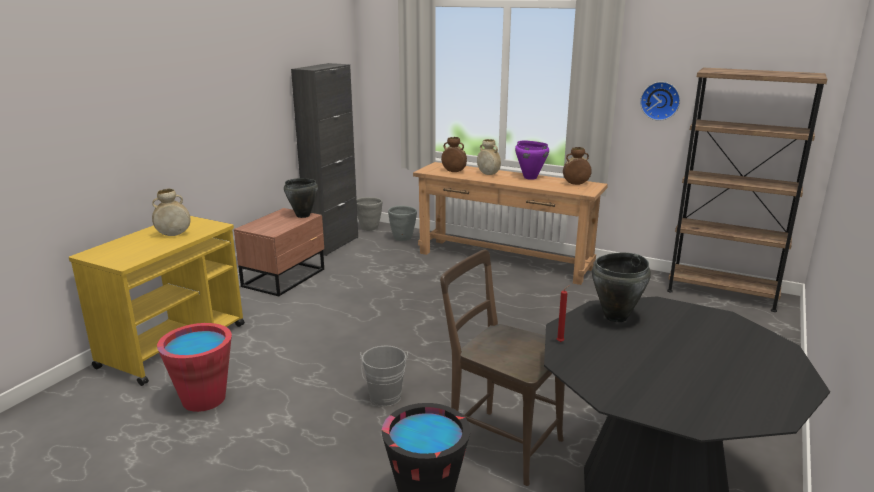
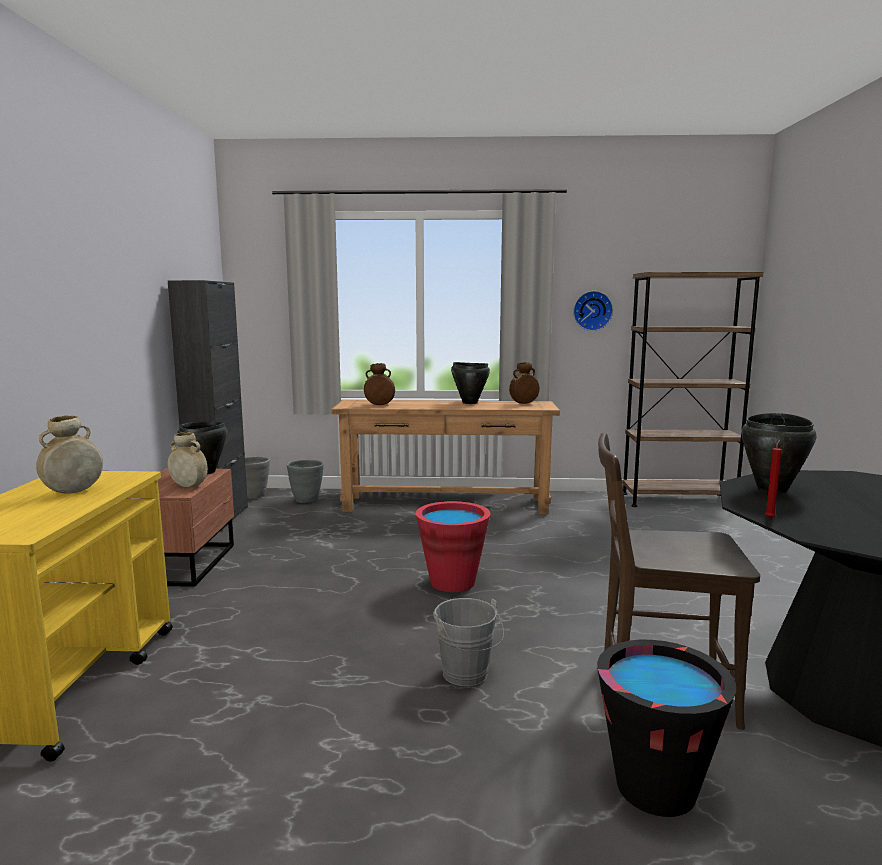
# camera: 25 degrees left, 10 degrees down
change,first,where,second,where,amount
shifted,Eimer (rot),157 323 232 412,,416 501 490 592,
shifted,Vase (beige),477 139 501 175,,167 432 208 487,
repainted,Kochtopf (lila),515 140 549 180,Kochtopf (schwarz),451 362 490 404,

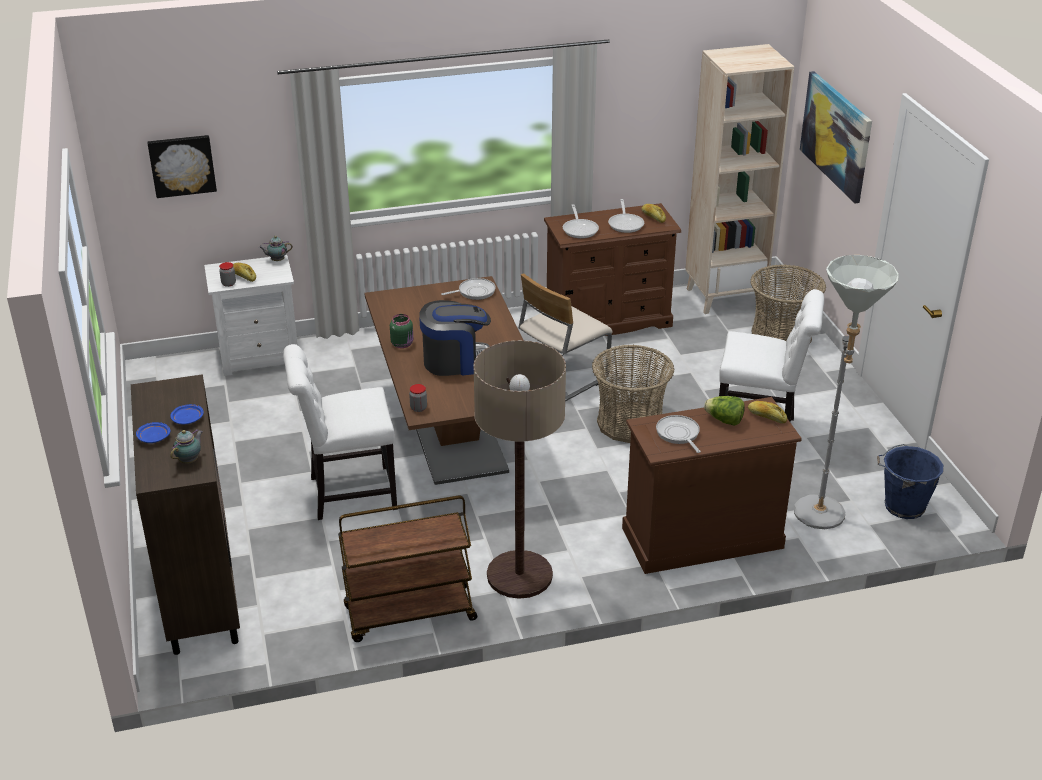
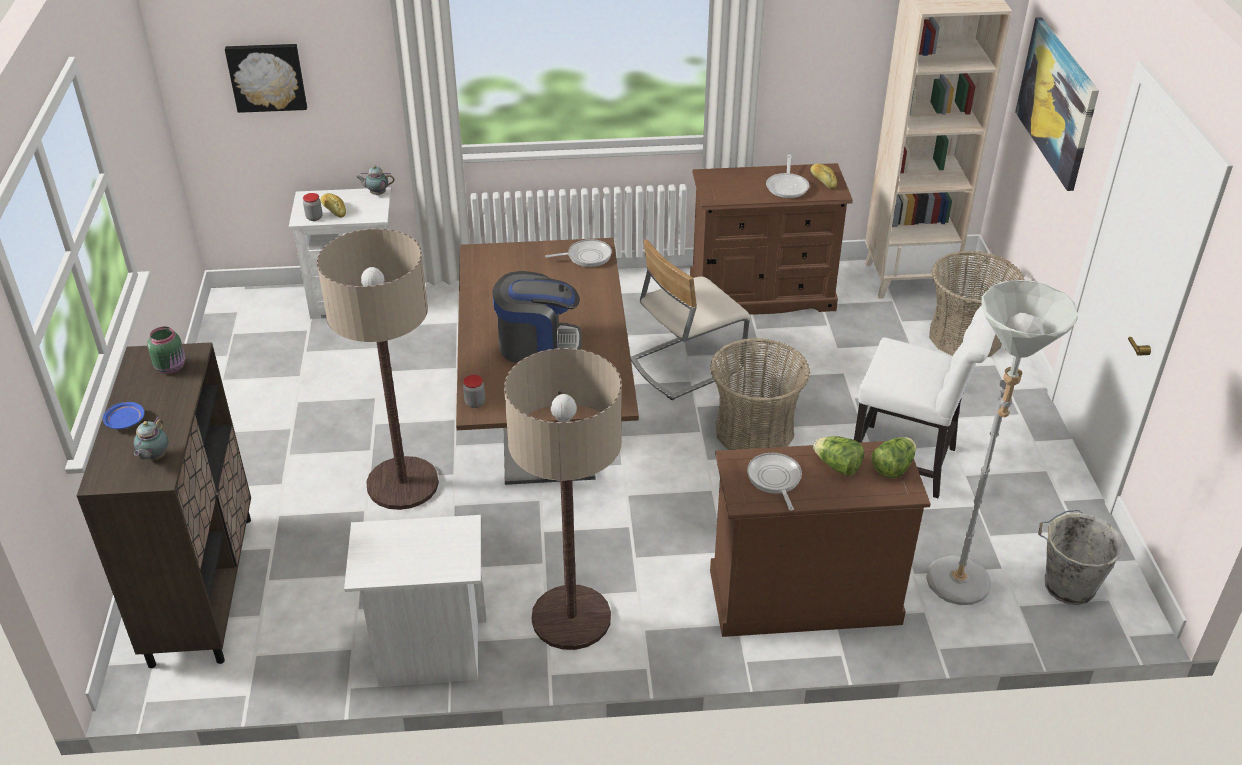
# camera: 10 degrees right, 5 degrees up
change,first,where,second,where,amount
gone,Teller (blau),170 404 204 424,,,
rotated,Teekanne,170 429 203 464,,134 417 169 461,150 degrees clockwise
swapped,Stuhl (weiß),283 344 397 520,Stehlampe,317 229 439 510,
swapped,Rollwagen (braun),338 496 477 642,Nachttisch (weiß),344 515 486 687,
shifted,Vorratsglas (grün),390 314 413 348,,147 326 185 374,
gone,Pfanne,563 204 599 238,,,
swapped,Brot,748 401 787 423,Salatkopf,871 437 916 478,
repainted,Eimer (blau),877 444 943 519,Eimer (grau),1038 510 1124 605,

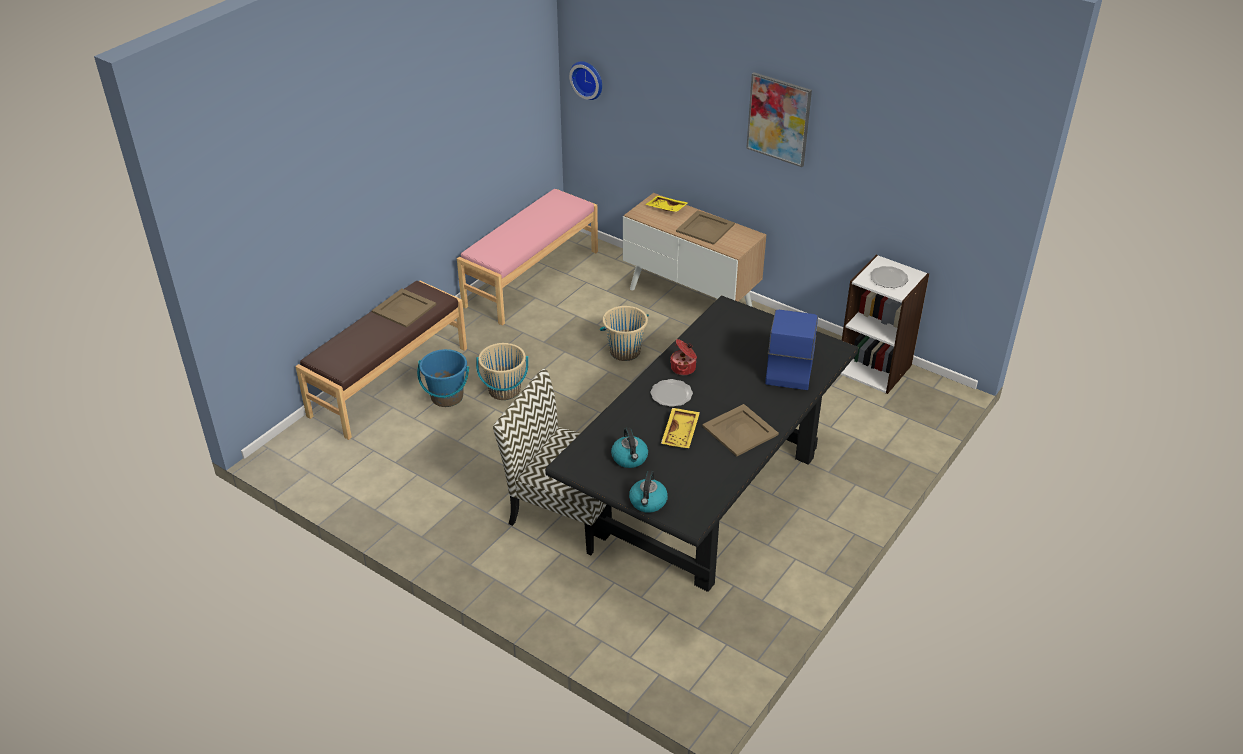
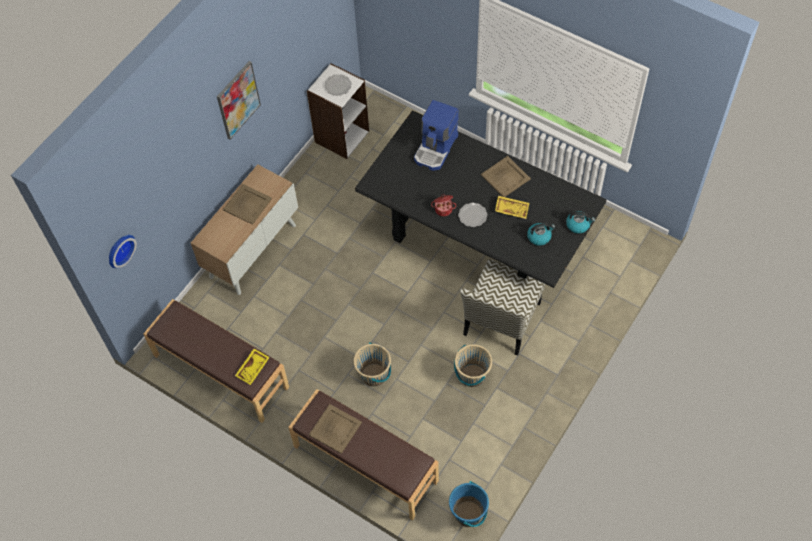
# camera: 90 degrees left, 20 degrees up
change,first,where,second,where,amount
shifted,Eimer (blau),417 349 469 407,,449 481 489 527,
repainted,Bank (rosa),457 189 598 326,Bank (braun),143 299 289 423,
shifted,Eimer (beige),600 306 649 361,,454 344 492 387,
shifted,Tablett (gelb),645 196 688 212,,235 348 270 385,
rotated,Kaffeemaschine,765 310 818 390,,414 100 459 171,75 degrees counterclockwise

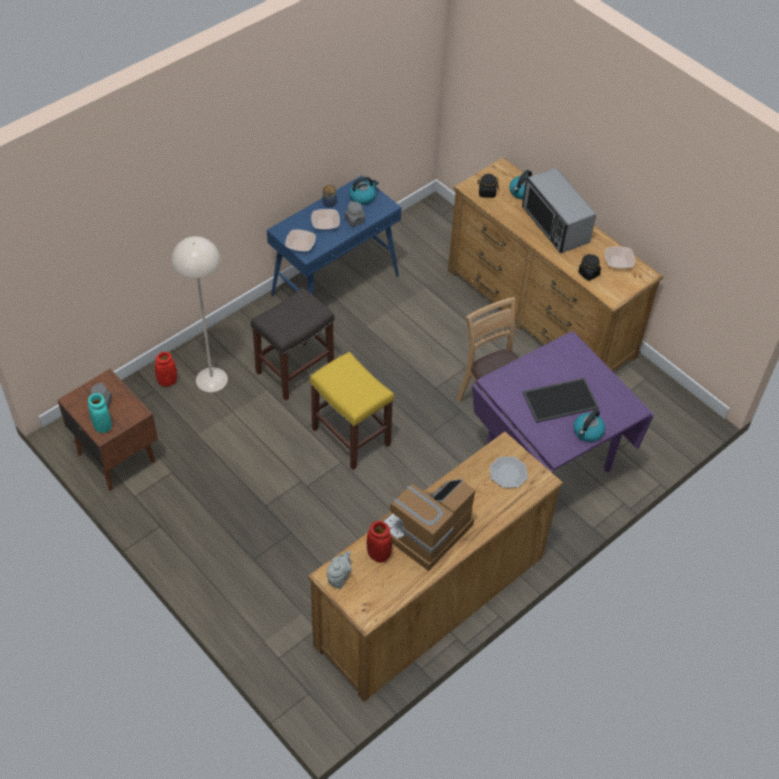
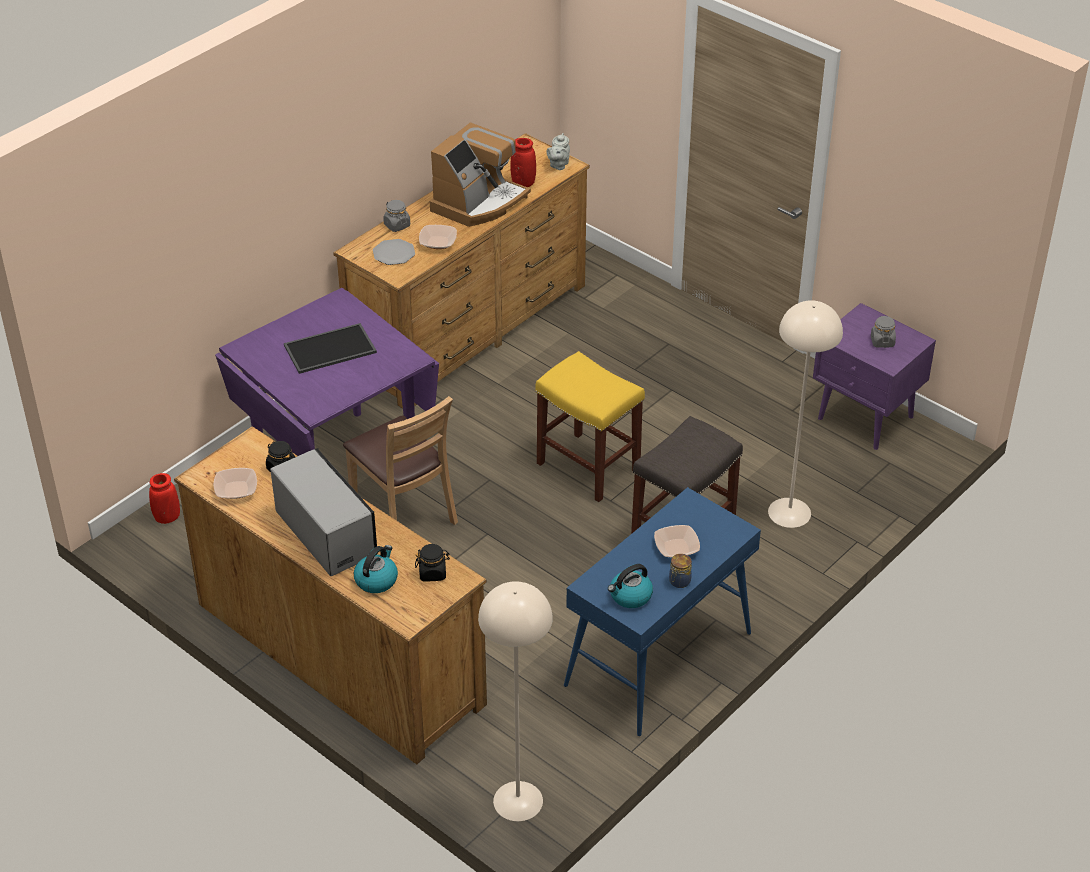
# camera: 175 degrees right, 10 degrees down
change,first,where,second,where,amount
repainted,Nachttisch (braun),57 369 158 491,Nachttisch (lila),813 303 936 450,
gone,Vase (türkis),88 393 112 433,,,
shifted,Vase (rot),155 352 177 386,,149 473 180 524,
shifted,Schüssel,285 229 316 251,,419 225 457 249,
shifted,Vorratsglas (grau),345 201 365 227,,383 200 410 232,
gone,Wasserkessel,574 409 605 442,,,
new,,,Stehlampe (beige),478 581 553 821,

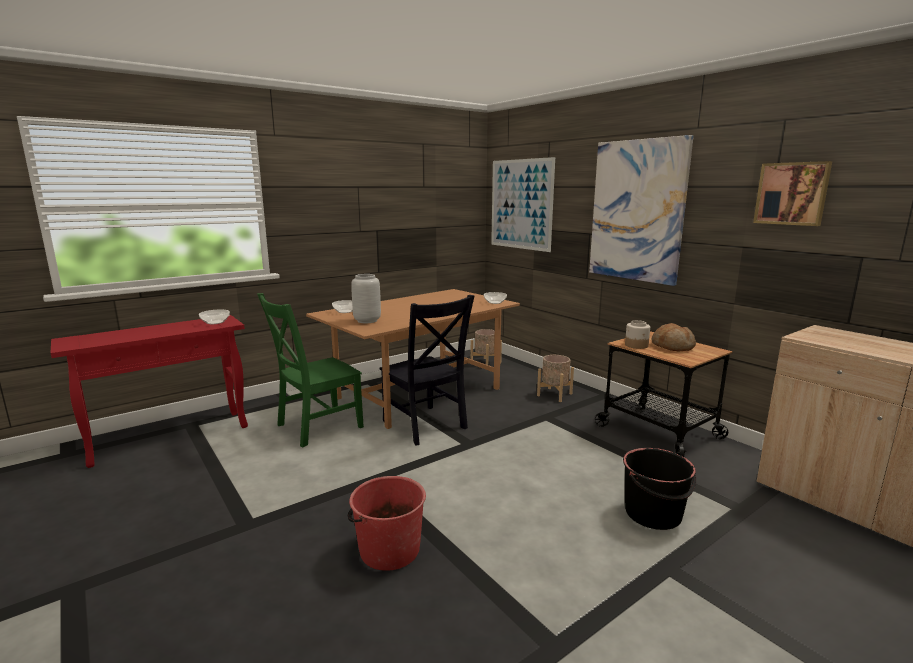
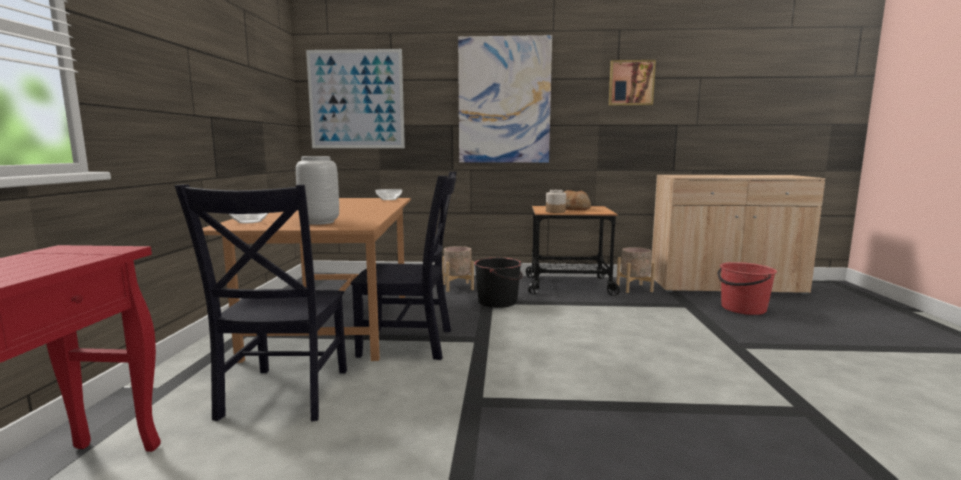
# camera: 50 degrees left, 5 degrees down
change,first,where,second,where,amount
gone,Schüssel,199 310 230 324,,,
repainted,Stuhl (grün),257 293 364 447,Stuhl (schwarz),174 184 347 422,
shifted,Eimer (rot),348 476 426 571,,718 262 777 315,
shifted,Pflanzkübel (beige),471 329 502 365,,616 247 655 293,
shifted,Eimer (schwarz),623 448 696 530,,474 258 523 308,

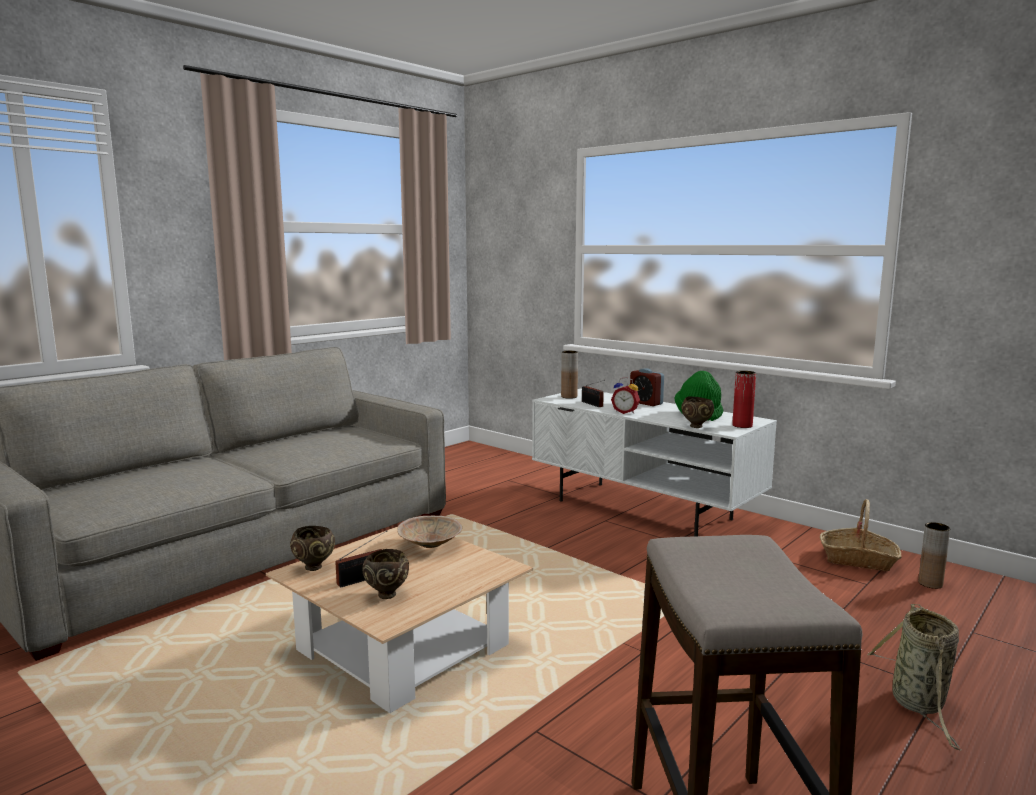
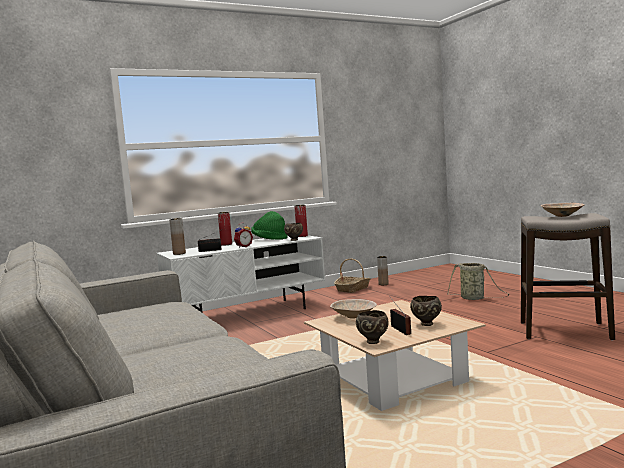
# camera: 70 degrees left, 5 degrees down
change,first,where,second,where,amount
swapped,Wecker,630 368 664 406,Vase (rot),218 212 232 246,
new,,,Schüssel (beige),541 203 585 217,

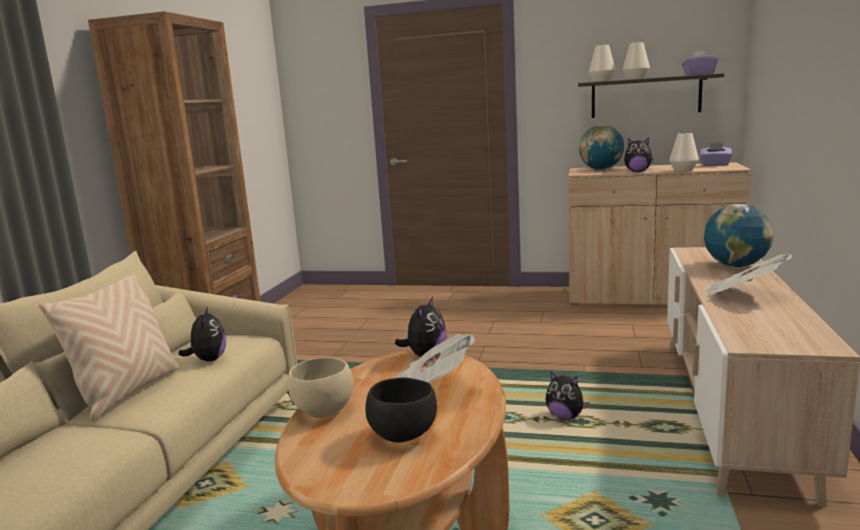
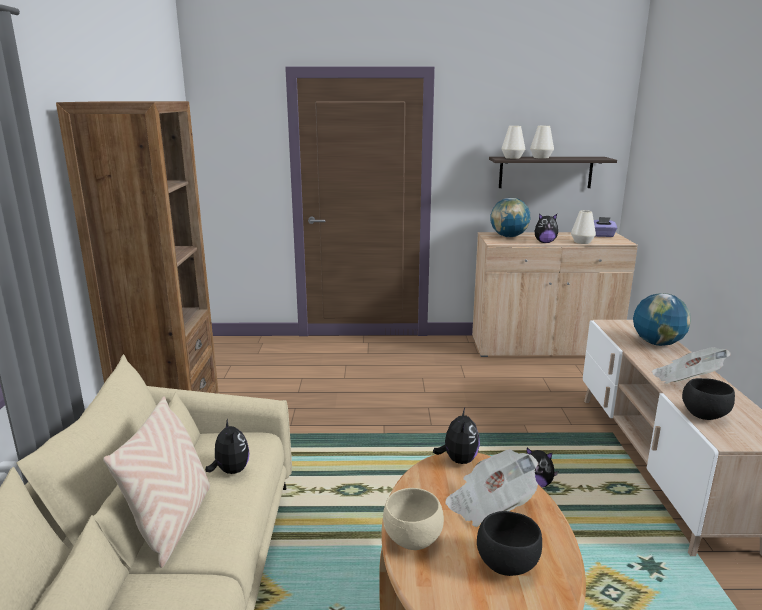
# camera: 15 degrees left, 5 degrees up
change,first,where,second,where,amount
gone,Taschentuchbox (lila),682 50 718 76,,,
new,,,Schüssel (schwarz),682 378 735 420,

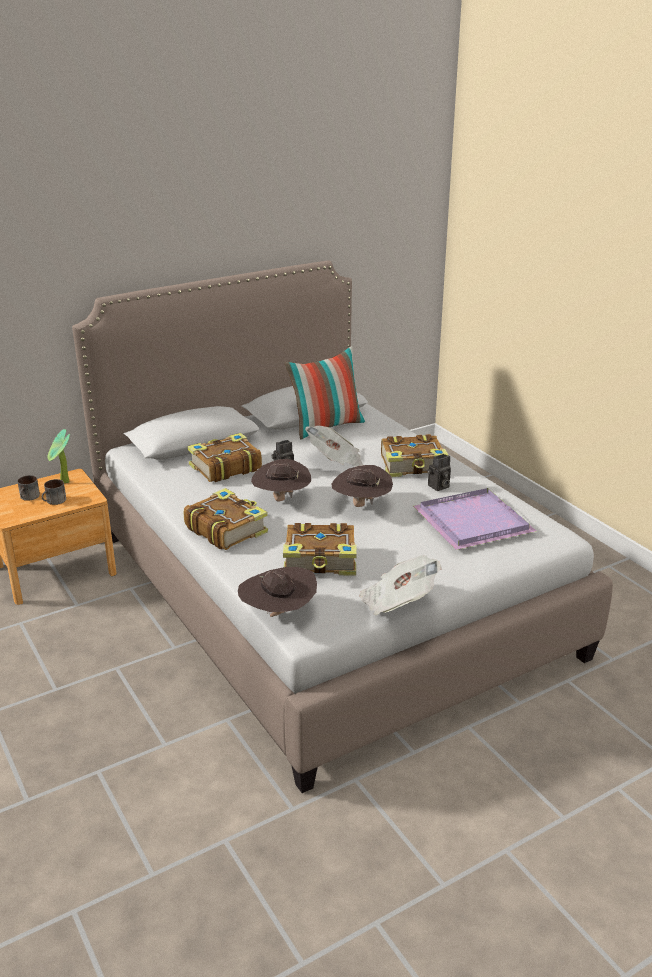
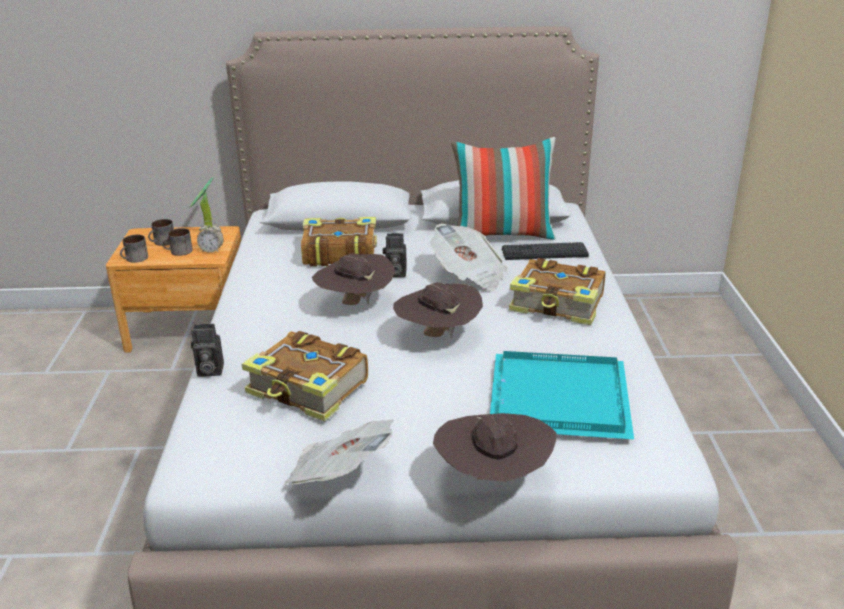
# camera: 30 degrees right, 0 degrees up
change,first,where,second,where,amount
gone,Buch,184 488 268 550,,,
shifted,Hut (braun),238 567 317 617,,433 413 557 482,
repainted,Tablett (lila),413 488 536 550,Tablett (türkis),490 351 634 440,
shifted,Kamera,427 454 451 491,,191 324 224 377,
new,,,Henkelbecher,120 235 148 263,
new,,,Wecker,197 221 224 253,
new,,,Tastatur,502 242 589 260,

